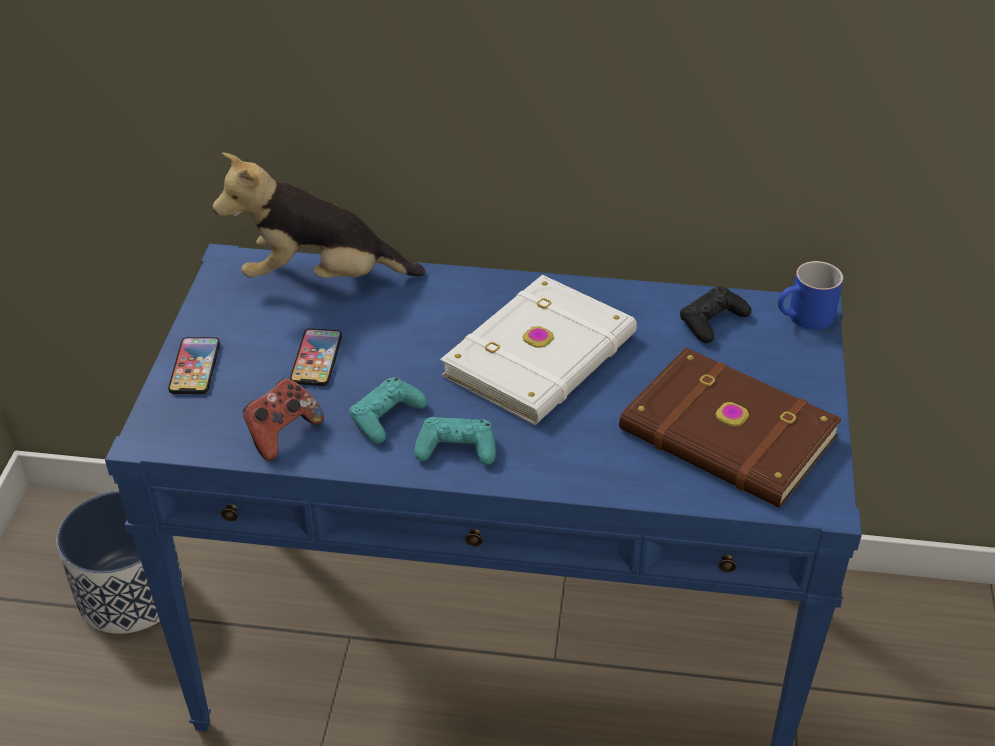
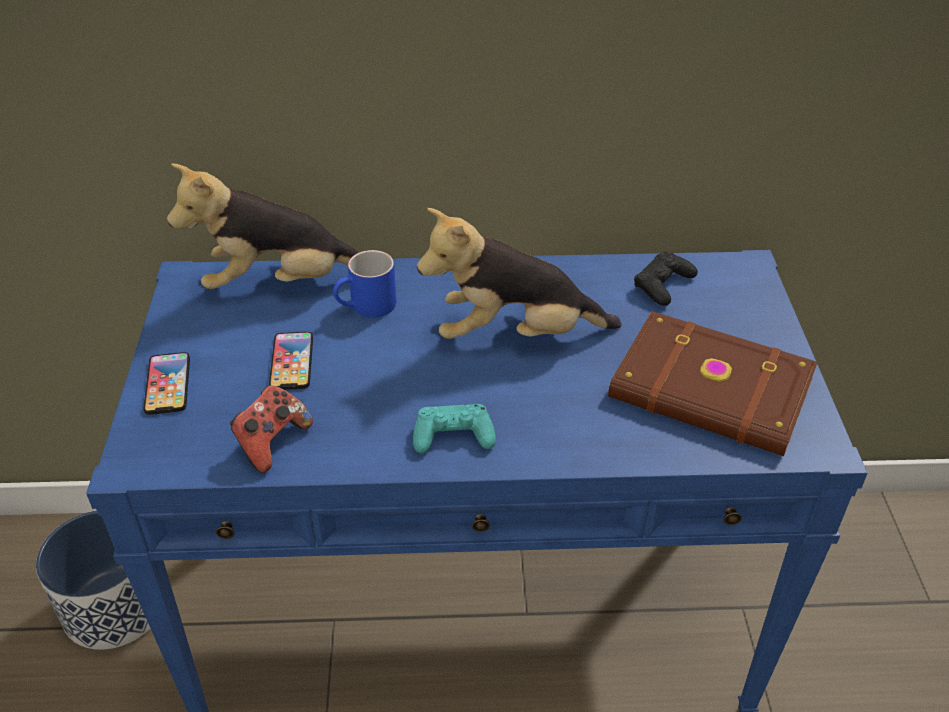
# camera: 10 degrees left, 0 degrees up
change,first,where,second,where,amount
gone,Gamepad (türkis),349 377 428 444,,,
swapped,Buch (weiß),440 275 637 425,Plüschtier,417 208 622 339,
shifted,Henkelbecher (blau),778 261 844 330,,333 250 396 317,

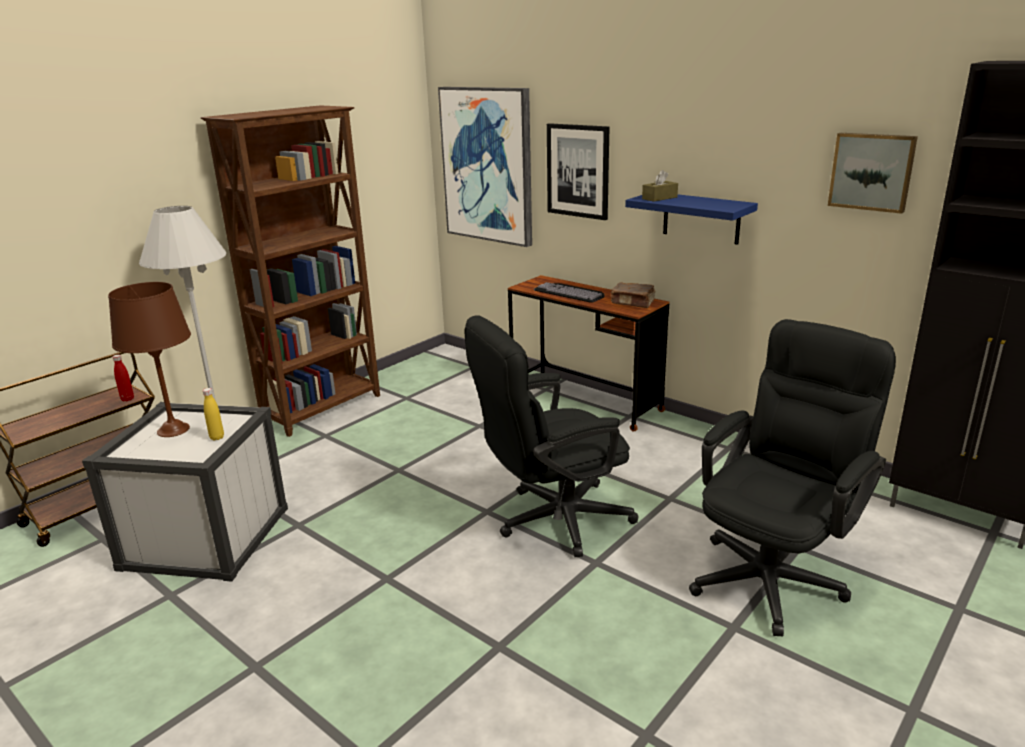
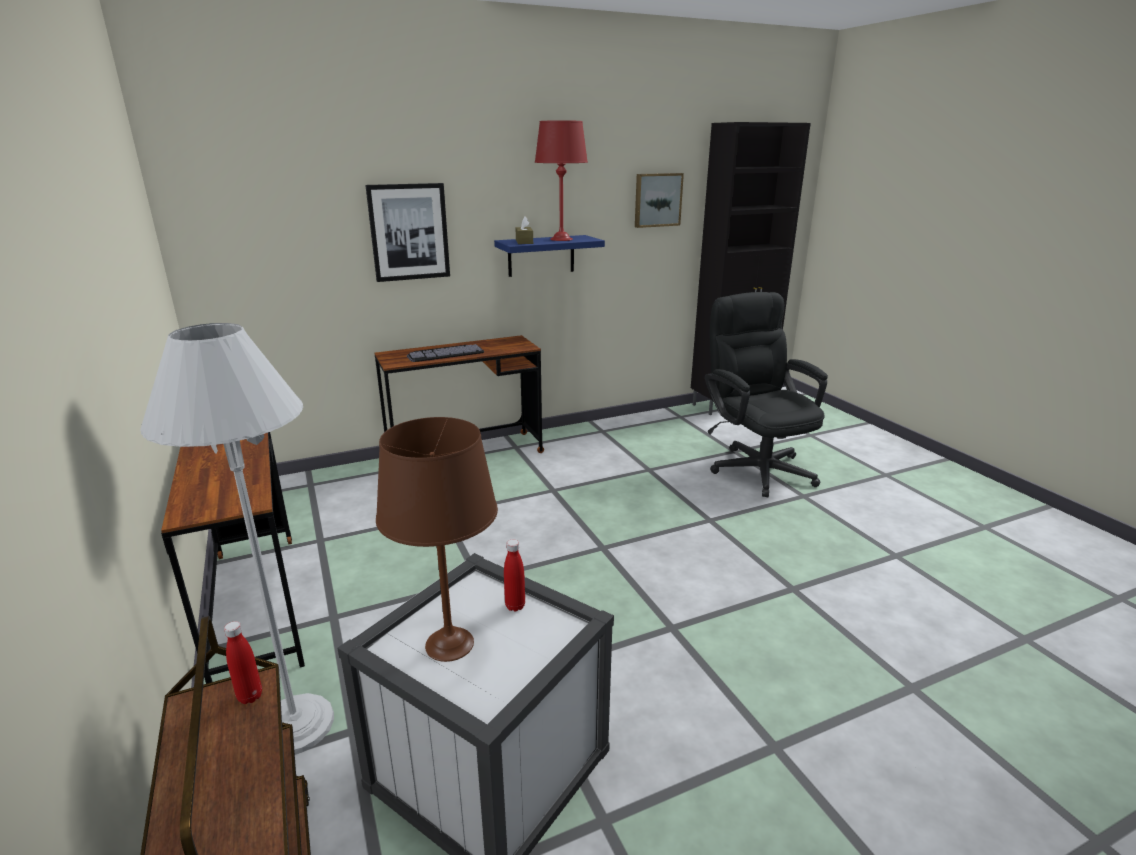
# camera: 65 degrees left, 0 degrees up
change,first,where,second,where,amount
swapped,Bücherregal (braun),200 105 380 437,Schreibtisch (braun),161 432 305 684,
repainted,Flasche (gelb),203 388 224 440,Flasche (rot),504 539 525 612,
gone,Bild,438 87 532 247,,,
gone,Bürostuhl (schwarz),464 316 638 557,,,
gone,Buch (braun),610 283 656 308,,,
new,,,Tischlampe (rot),535 120 588 241,

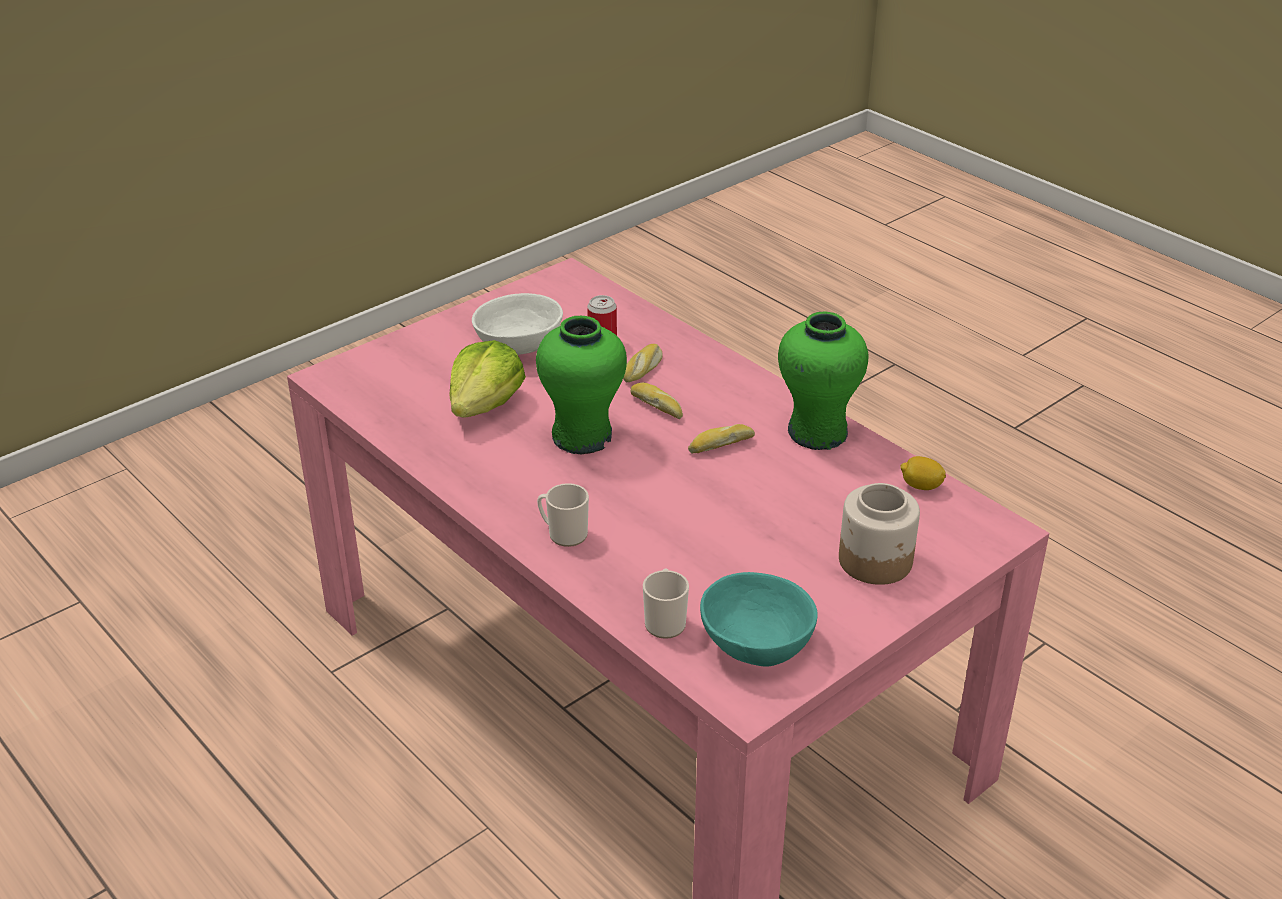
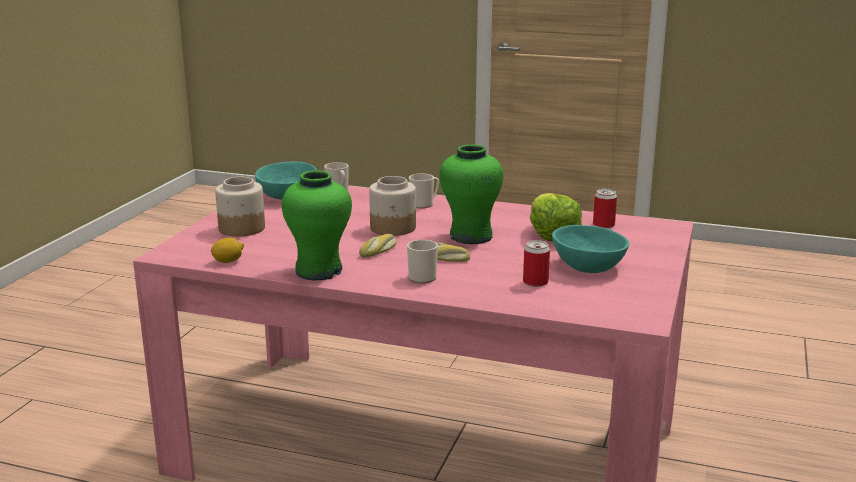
# camera: 150 degrees right, 15 degrees down
change,first,where,second,where,amount
repainted,Schüssel (weiß),472 293 563 355,Schüssel (türkis),552 225 629 273,
gone,Brot,623 344 663 382,,,
new,,,Vorratsglas,369 176 416 236,
new,,,Henkelbecher,407 240 438 283,
new,,,Dose,593 189 617 229,

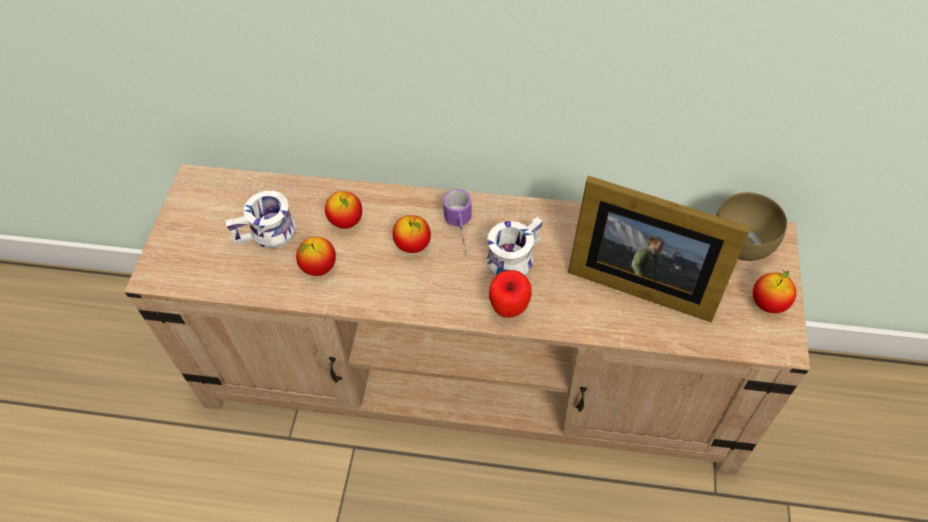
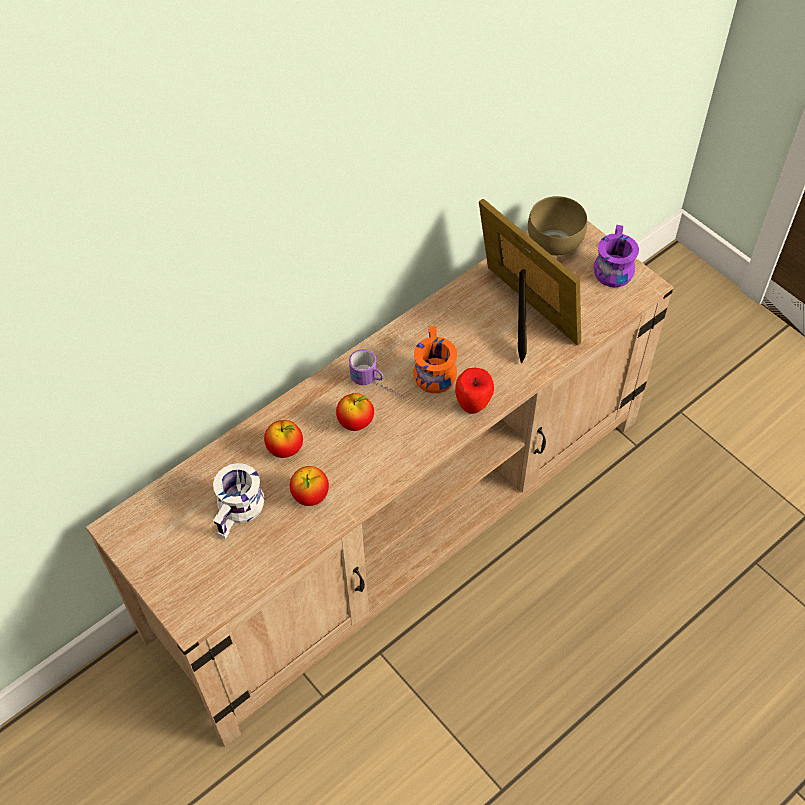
# camera: 50 degrees left, 0 degrees up
change,first,where,second,where,amount
repainted,Henkelbecher (weiß),487 217 543 276,Henkelbecher (orange),413 326 457 393,
rotated,Bilderrahmen,568 176 751 322,,479 199 581 364,105 degrees counterclockwise
swapped,Apfel,753 270 796 313,Henkelbecher (lila),594 225 639 287,

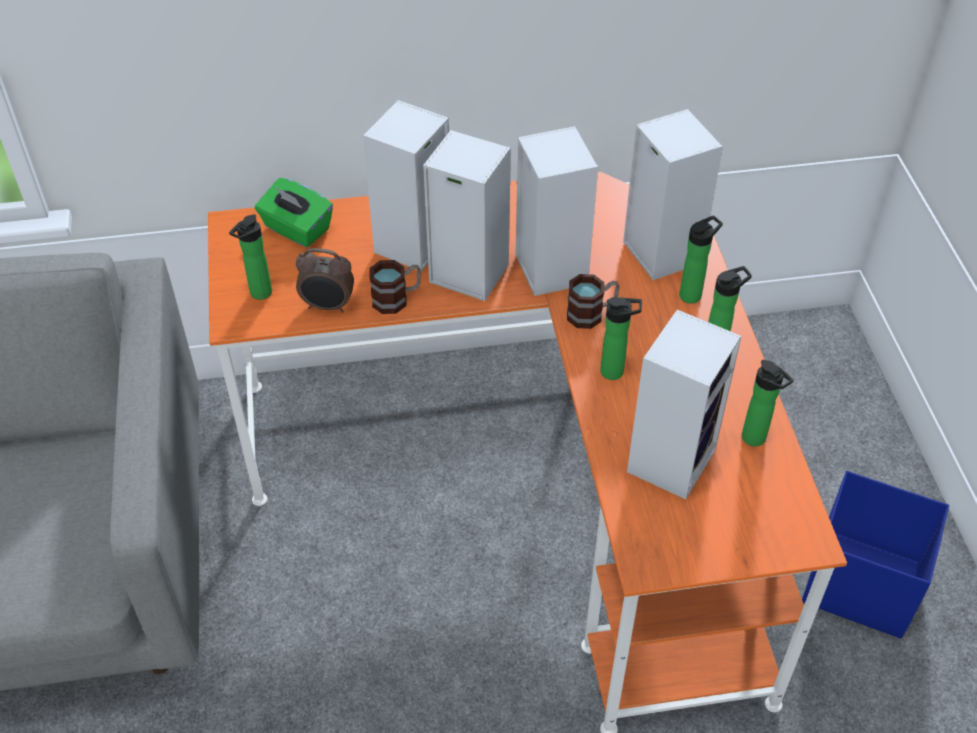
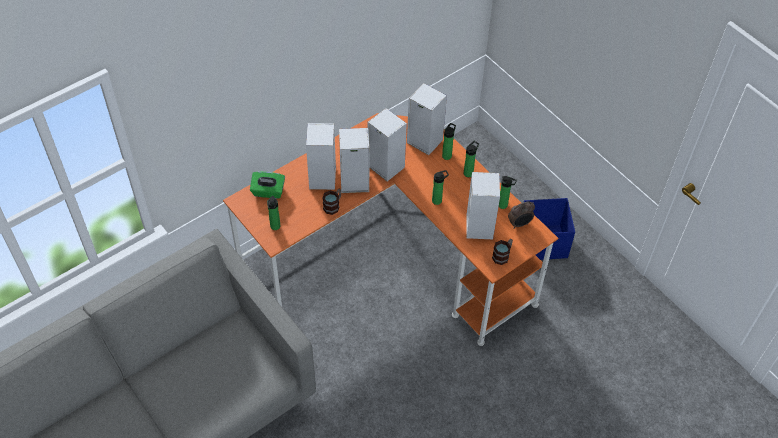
# camera: 30 degrees left, 5 degrees up
change,first,where,second,where,amount
shifted,Wecker,296 248 354 313,,508 201 535 229,
shifted,Henkelbecher,567 274 620 329,,492 239 513 265,

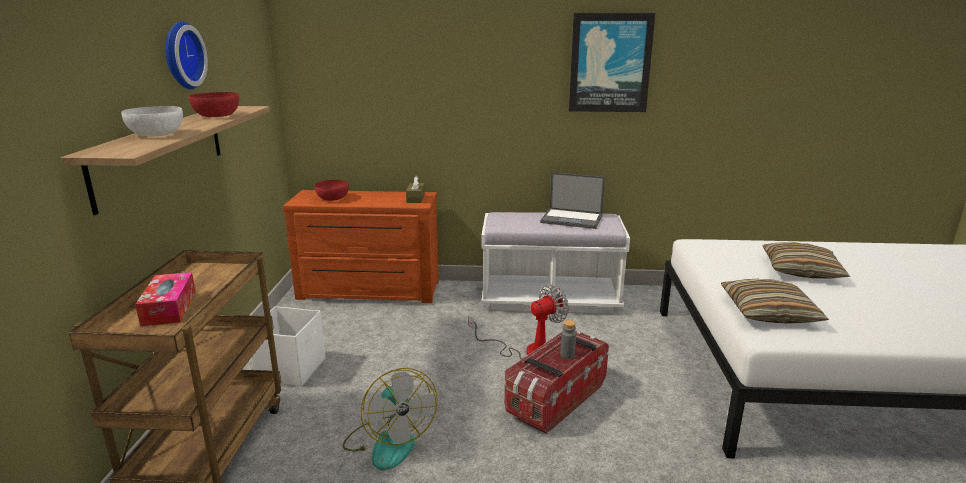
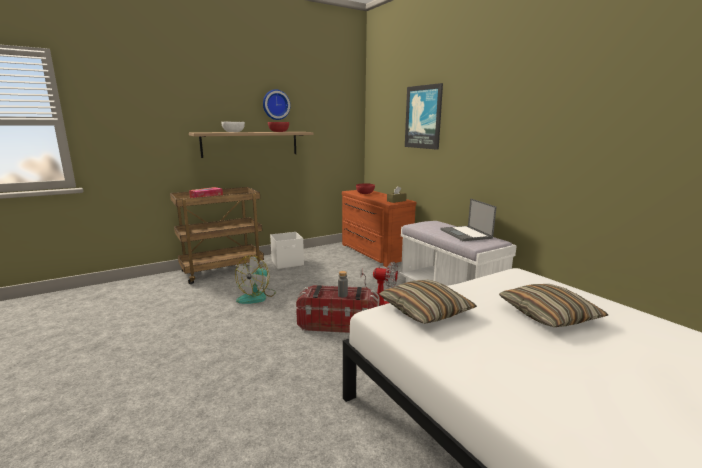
# camera: 55 degrees right, 5 degrees down
change,first,where,second,where,amount
shifted,Bild,569 13 655 112,,405 83 443 150,

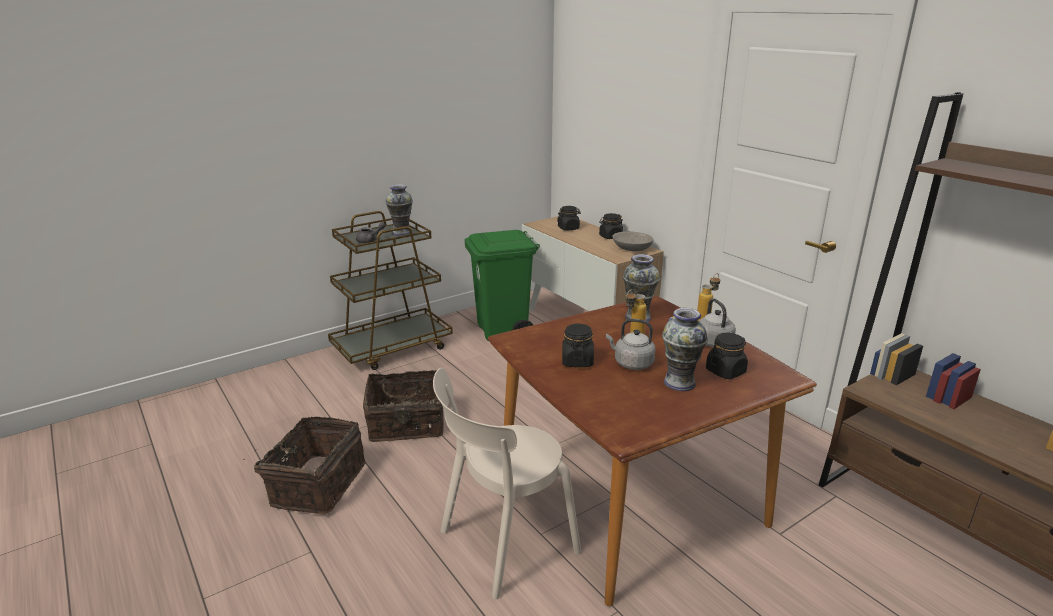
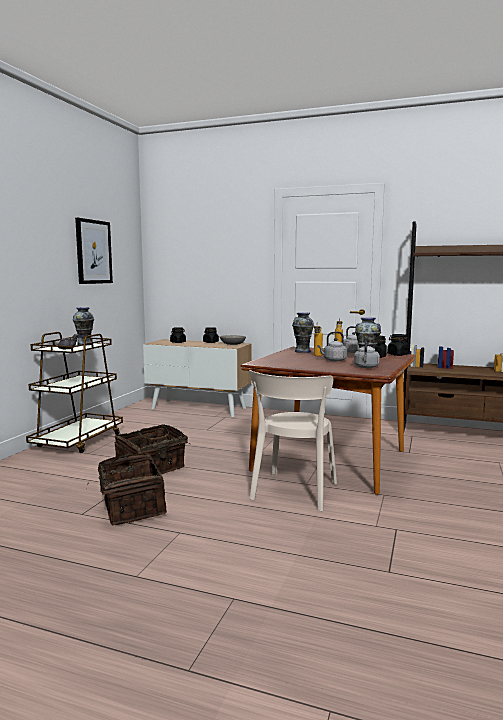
# camera: 35 degrees left, 15 degrees down
change,first,where,second,where,amount
gone,Mülleimer (grün),465 230 540 341,,,
shifted,Vorratsglas (schwarz),562 324 594 367,,387 334 409 356,
new,,,Bild,75 218 113 284,
new,,,Wasserkessel (grau),354 336 380 368,

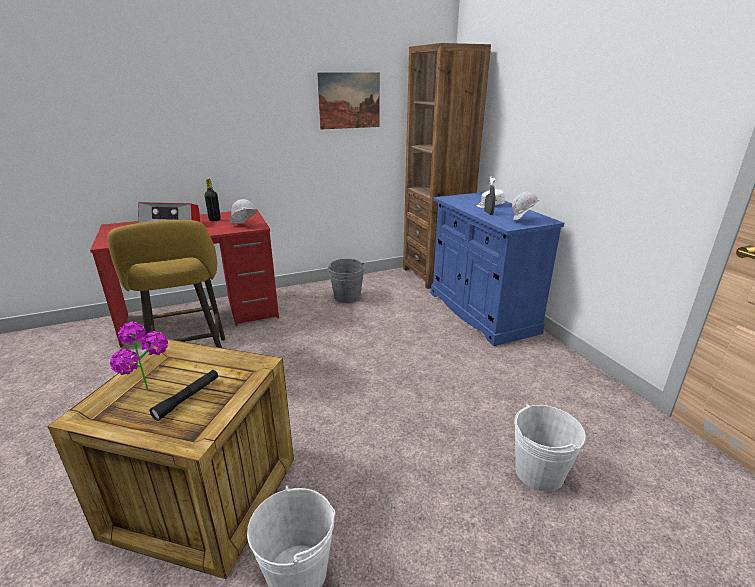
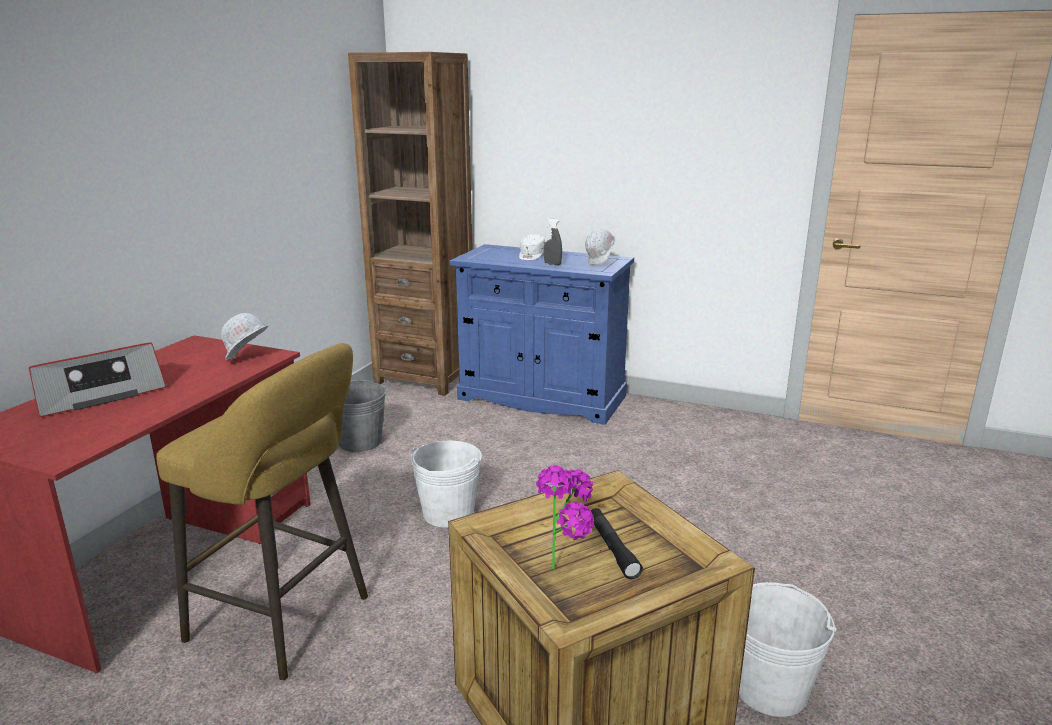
# camera: 45 degrees left, 5 degrees down
change,first,where,second,where,amount
gone,Flasche (schwarz),204 179 221 221,,,
gone,Bild,317 72 380 129,,,
shifted,Eimer (weiß),514 404 586 492,,410 441 482 528,

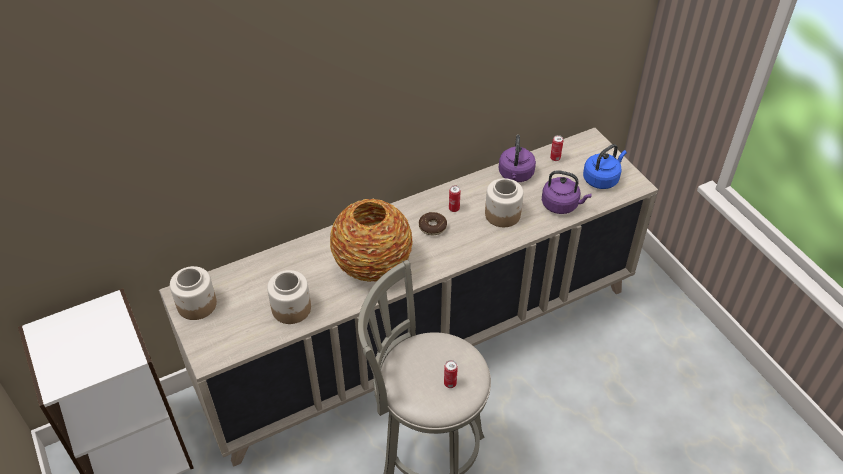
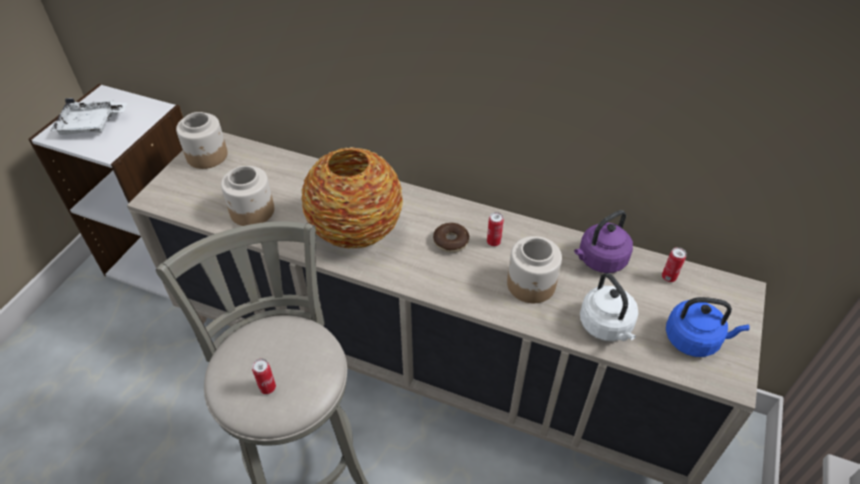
# camera: 50 degrees right, 0 degrees up
change,first,where,second,where,amount
repainted,Wasserkessel (lila),542 170 592 214,Wasserkessel (weiß),580 273 638 341,
new,,,Tablett (weiß),51 98 127 135,

